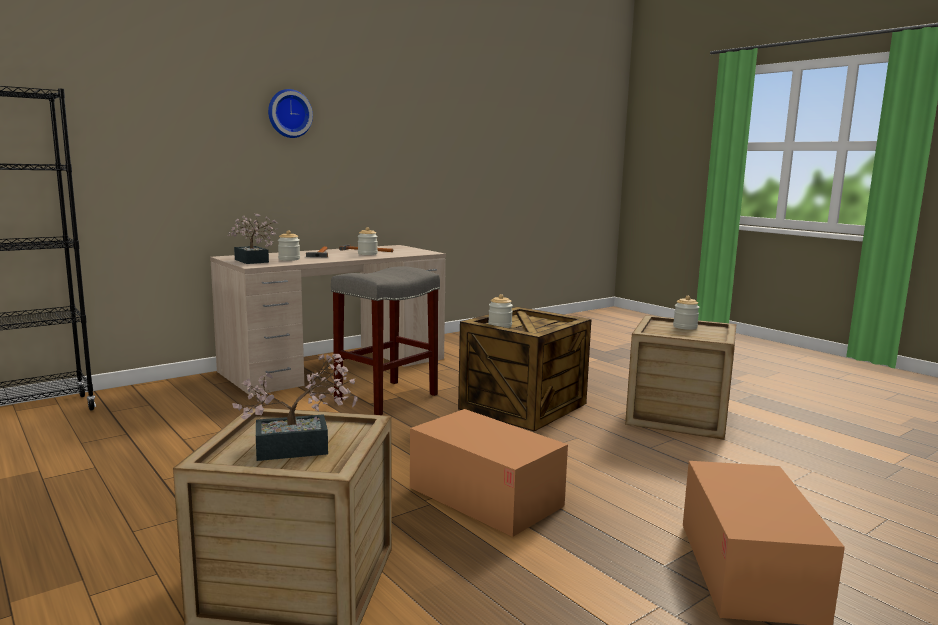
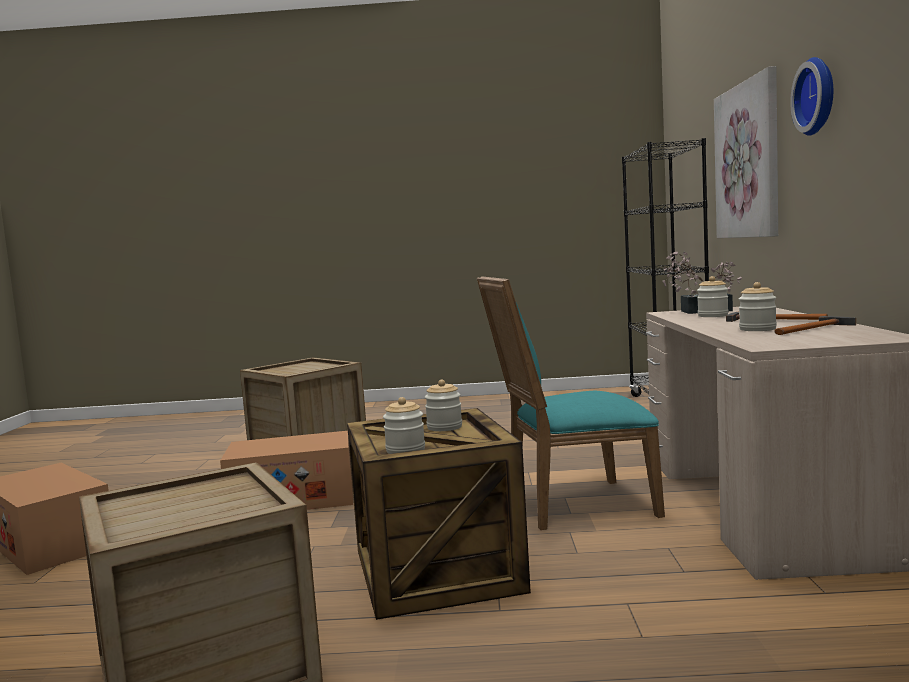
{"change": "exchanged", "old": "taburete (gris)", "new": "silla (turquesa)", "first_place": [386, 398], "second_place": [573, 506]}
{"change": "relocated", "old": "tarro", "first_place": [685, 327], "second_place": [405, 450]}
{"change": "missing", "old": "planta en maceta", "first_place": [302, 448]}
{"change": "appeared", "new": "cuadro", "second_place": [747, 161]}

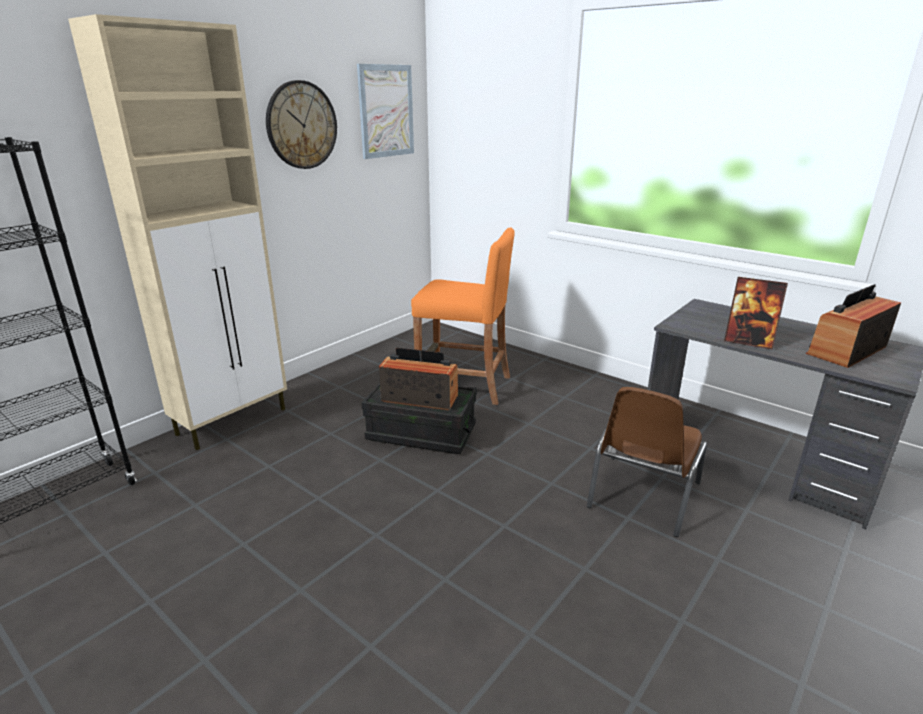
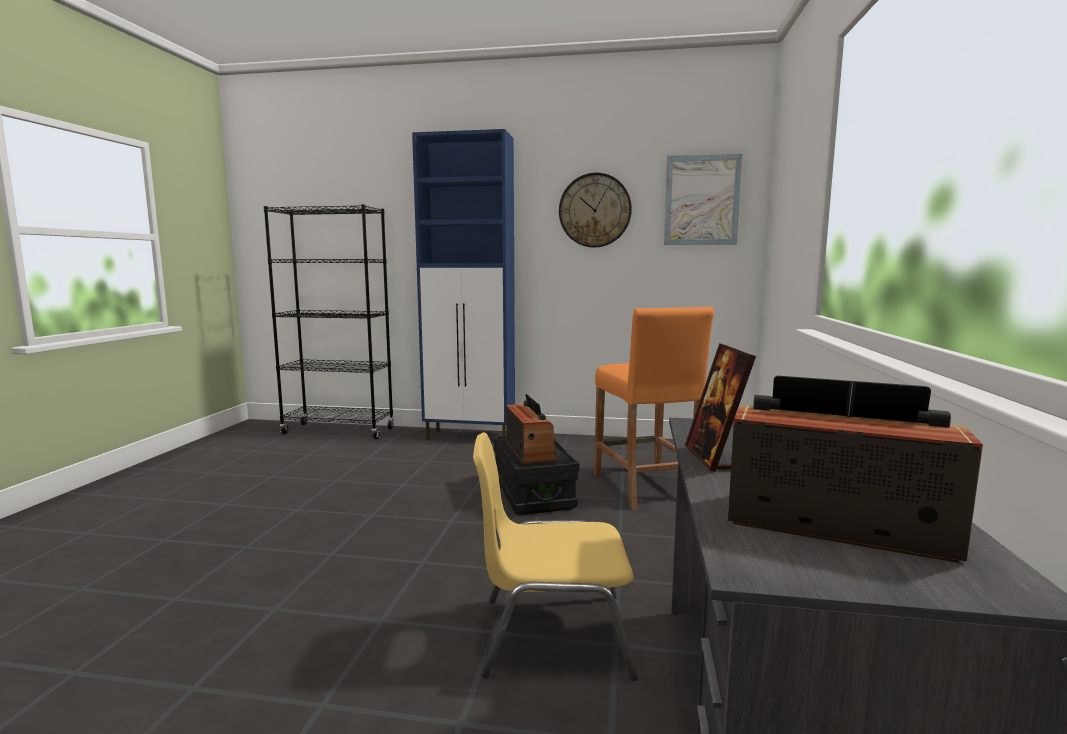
{"change": "colour", "old": "armario (beis)", "new": "armario (azul)", "first_place": [233, 421], "second_place": [471, 437]}
{"change": "colour", "old": "silla (marrón)", "new": "silla (amarillo)", "first_place": [642, 495], "second_place": [552, 634]}

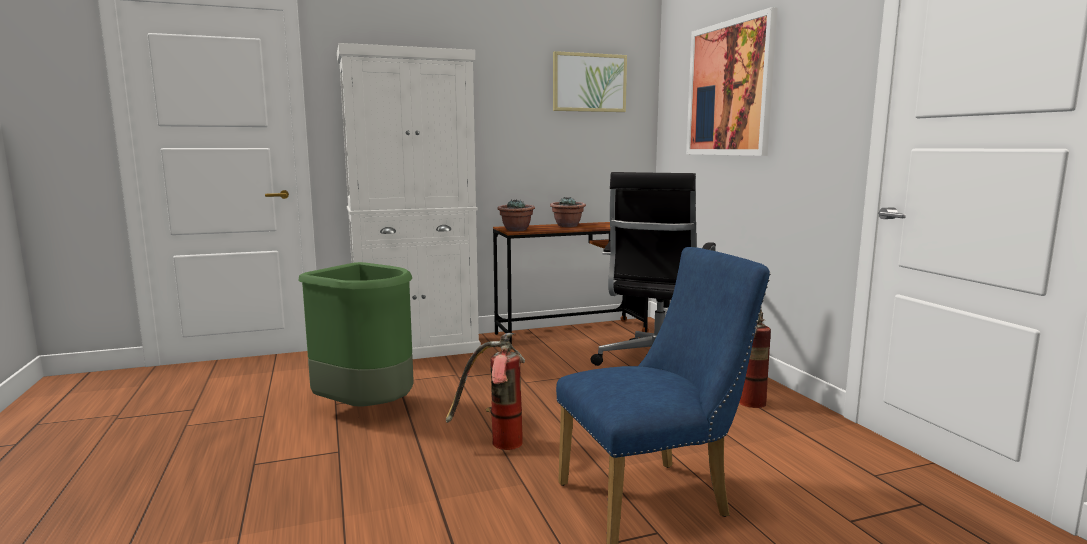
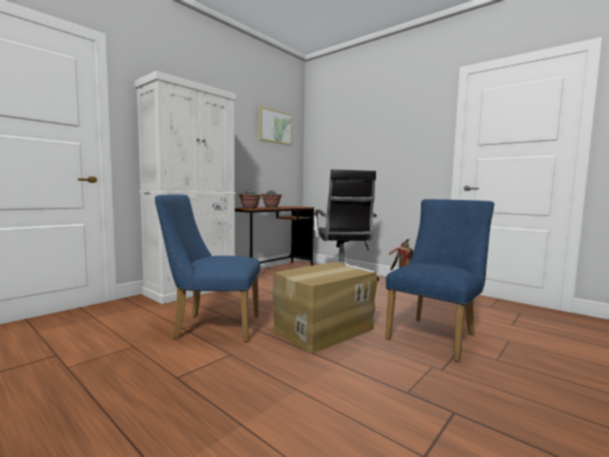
{"change": "missing", "old": "cuadro", "first_place": [729, 89]}
{"change": "exchanged", "old": "papelera (verde)", "new": "silla (azul)", "first_place": [367, 409], "second_place": [211, 327]}
{"change": "exchanged", "old": "extintor", "new": "caja de cartón", "first_place": [495, 445], "second_place": [323, 329]}

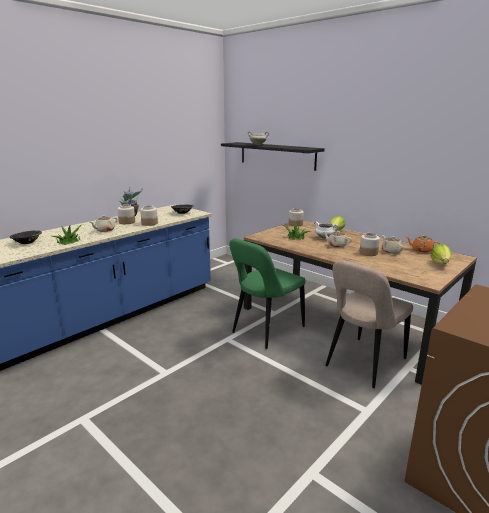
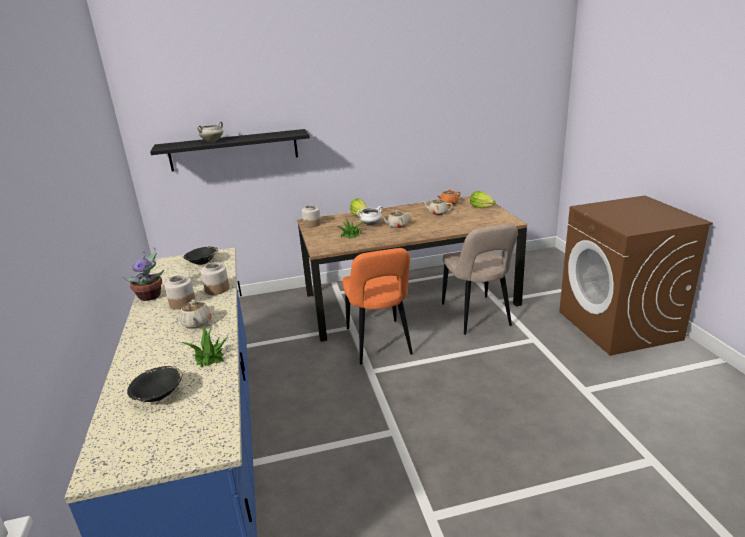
{"change": "missing", "old": "tarro", "first_place": [368, 253]}
{"change": "colour", "old": "silla (verde)", "new": "silla (naranja)", "first_place": [265, 331], "second_place": [379, 343]}

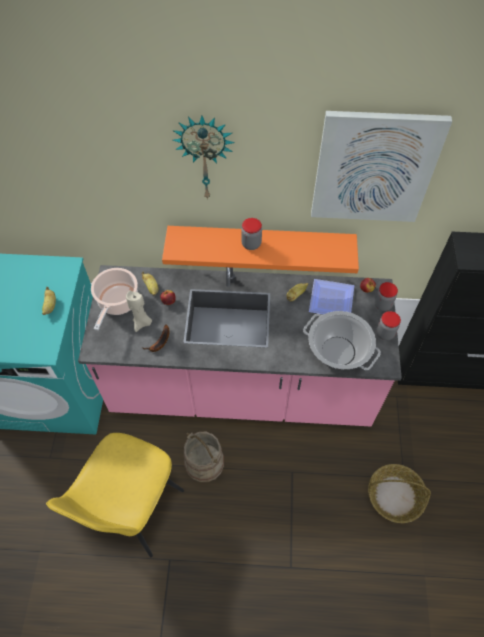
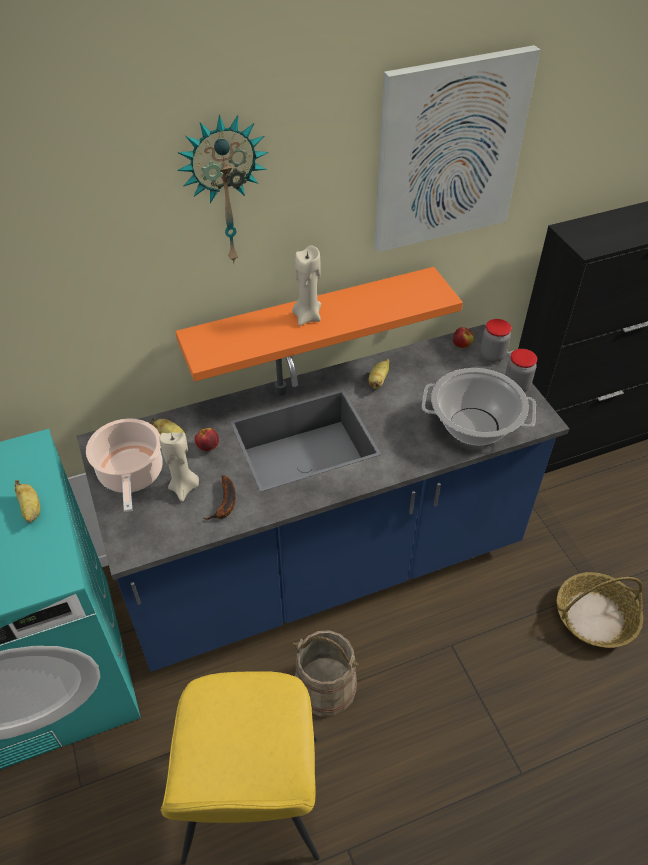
{"change": "exchanged", "old": "tarro", "new": "vela (beis)", "first_place": [251, 244], "second_place": [307, 316]}
{"change": "colour", "old": "mueble bajo de cocina (rosa)", "new": "mueble bajo de cocina (azul)", "first_place": [242, 387], "second_place": [324, 564]}
{"change": "missing", "old": "plato", "first_place": [333, 299]}

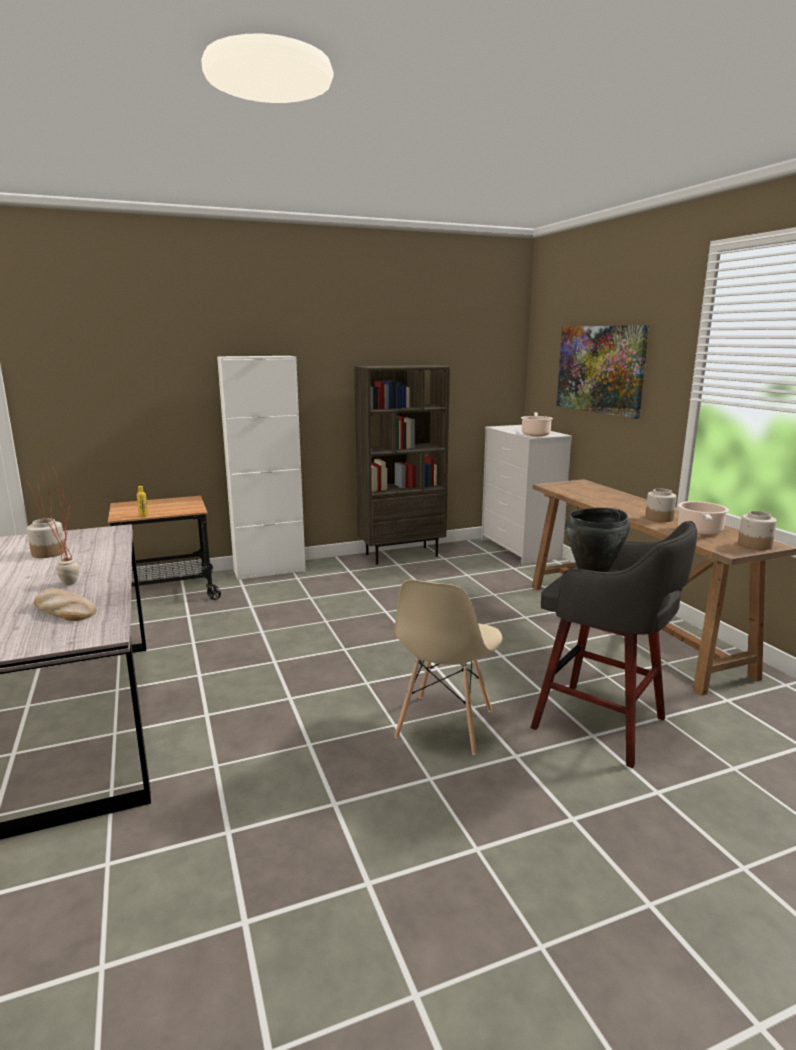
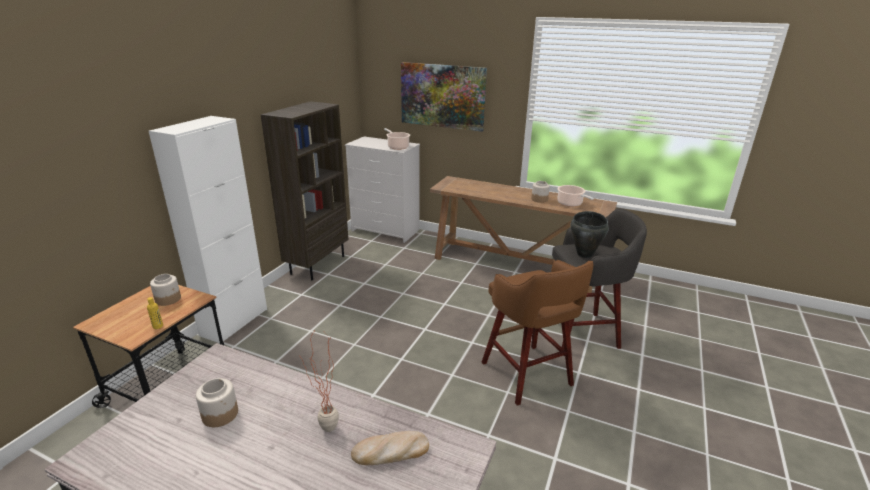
{"change": "relocated", "old": "tarro", "first_place": [755, 545], "second_place": [168, 299]}
{"change": "exchanged", "old": "silla (beis)", "new": "taburete (marrón)", "first_place": [444, 724], "second_place": [528, 375]}

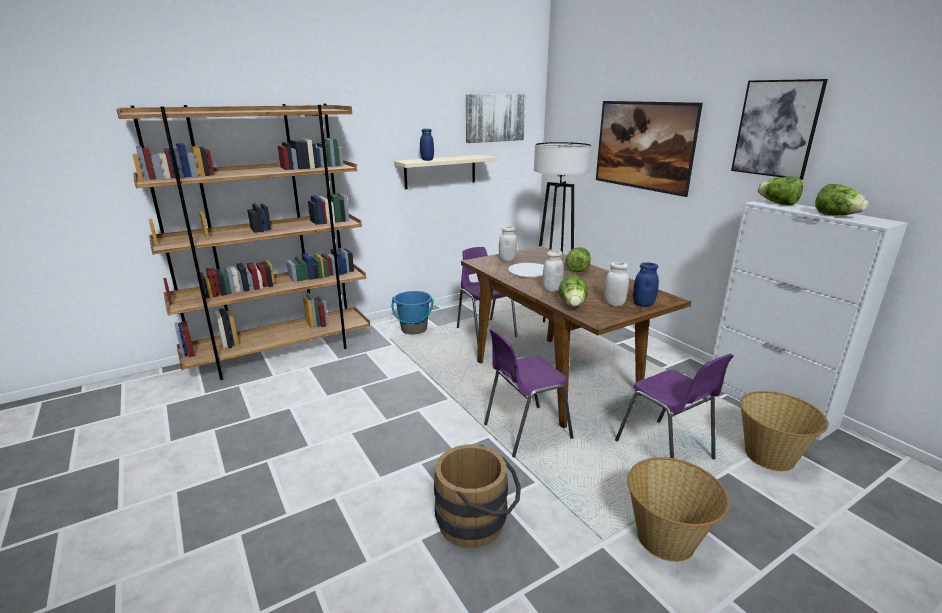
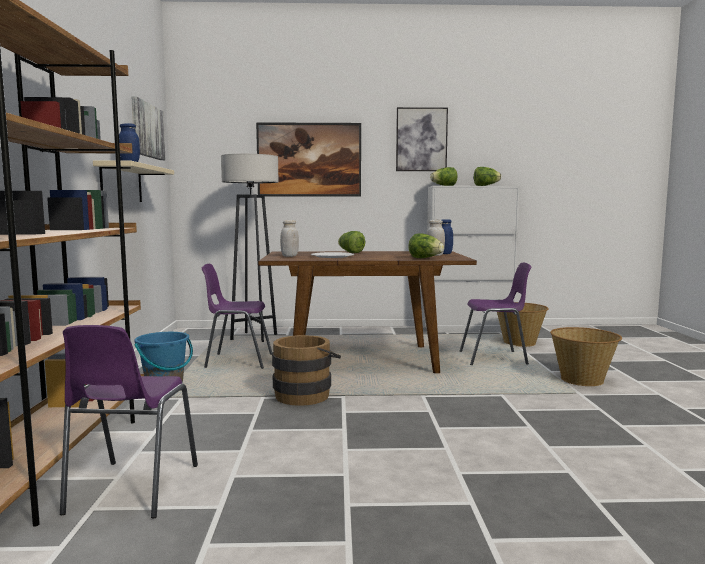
{"change": "missing", "old": "tarro (blanco)", "first_place": [552, 289]}
{"change": "relocated", "old": "silla (morado)", "first_place": [524, 431], "second_place": [130, 490]}
{"change": "relocated", "old": "cubo (marrón)", "first_place": [478, 522], "second_place": [306, 394]}

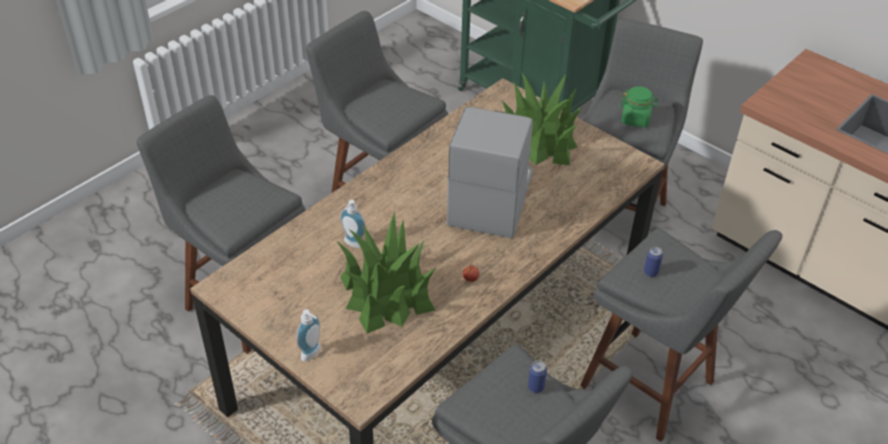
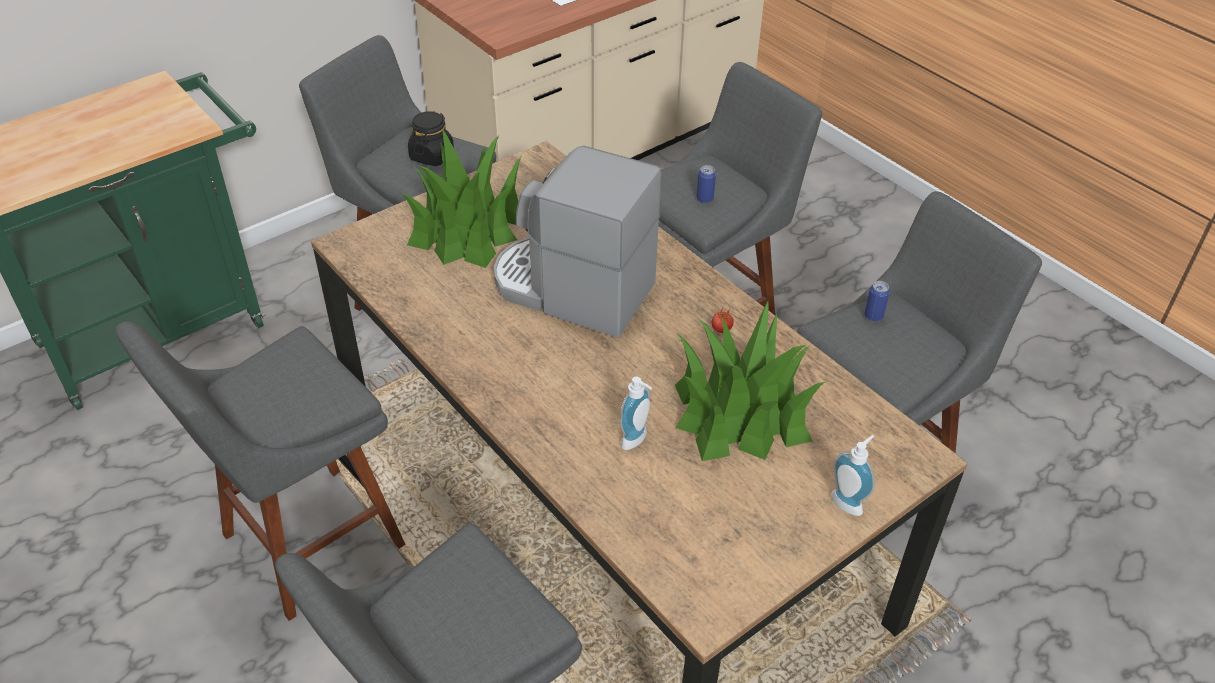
{"change": "colour", "old": "tarro (verde)", "new": "tarro (negro)", "first_place": [635, 119], "second_place": [432, 156]}

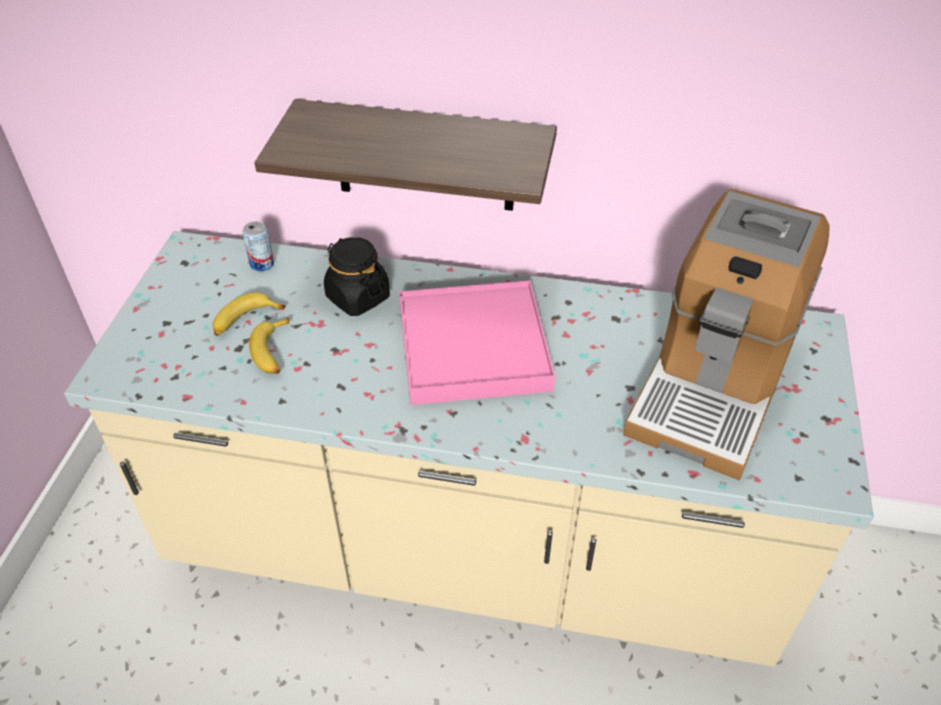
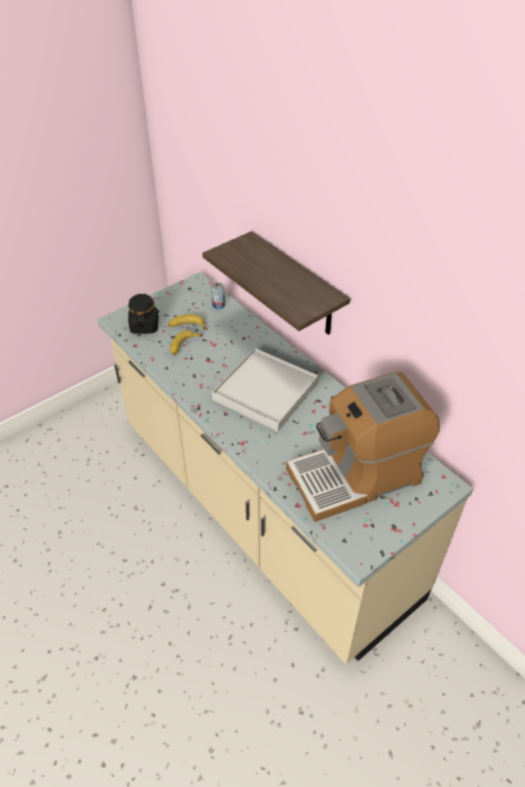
{"change": "relocated", "old": "tarro (negro)", "first_place": [357, 297], "second_place": [144, 326]}
{"change": "colour", "old": "bandeja (rosa)", "new": "bandeja (blanco)", "first_place": [474, 347], "second_place": [265, 392]}

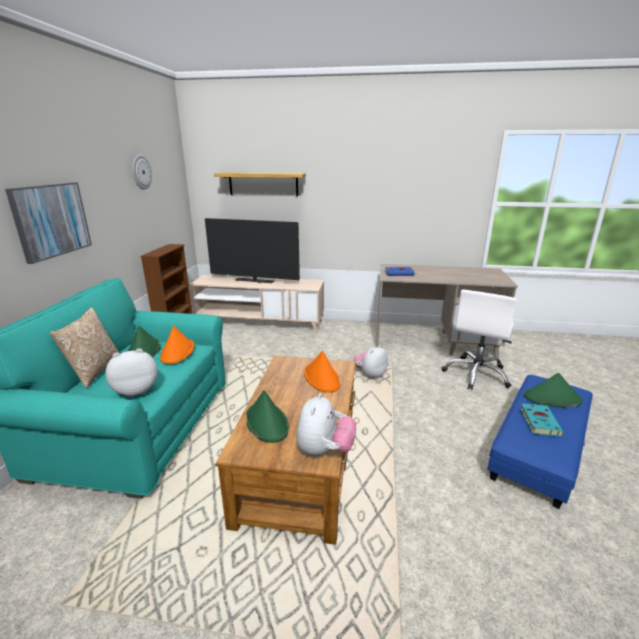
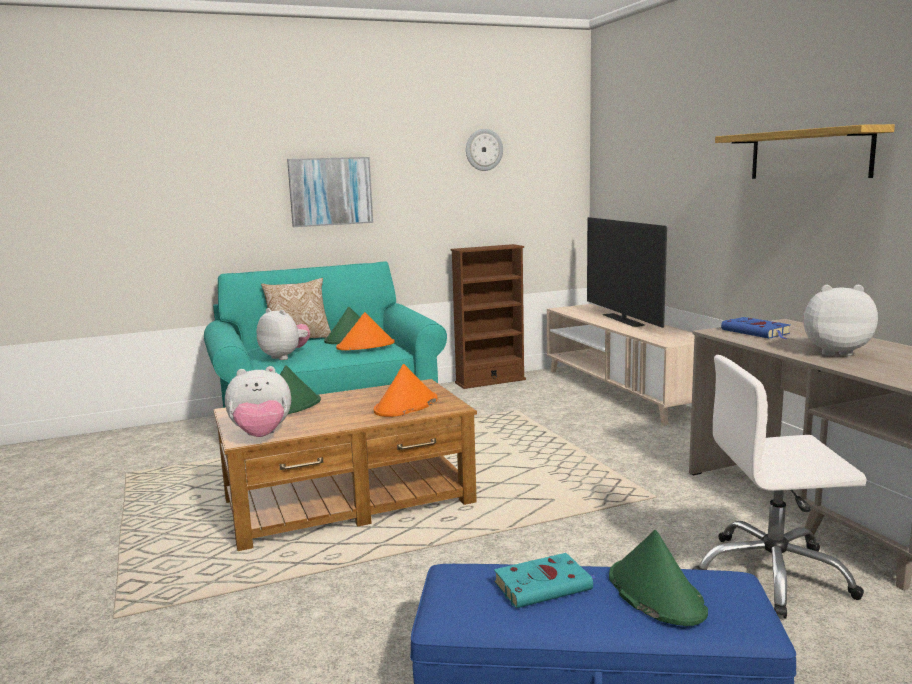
{"change": "relocated", "old": "estante", "first_place": [263, 184], "second_place": [809, 154]}
{"change": "relocated", "old": "peluche", "first_place": [370, 375], "second_place": [834, 352]}

